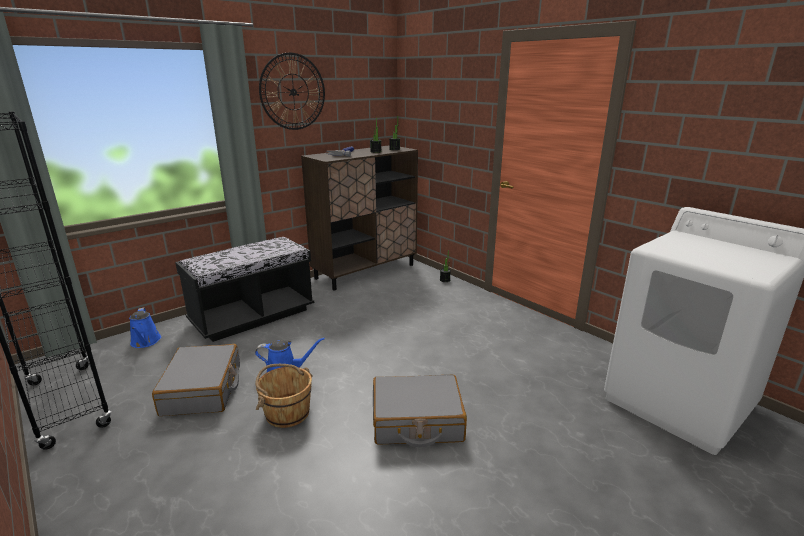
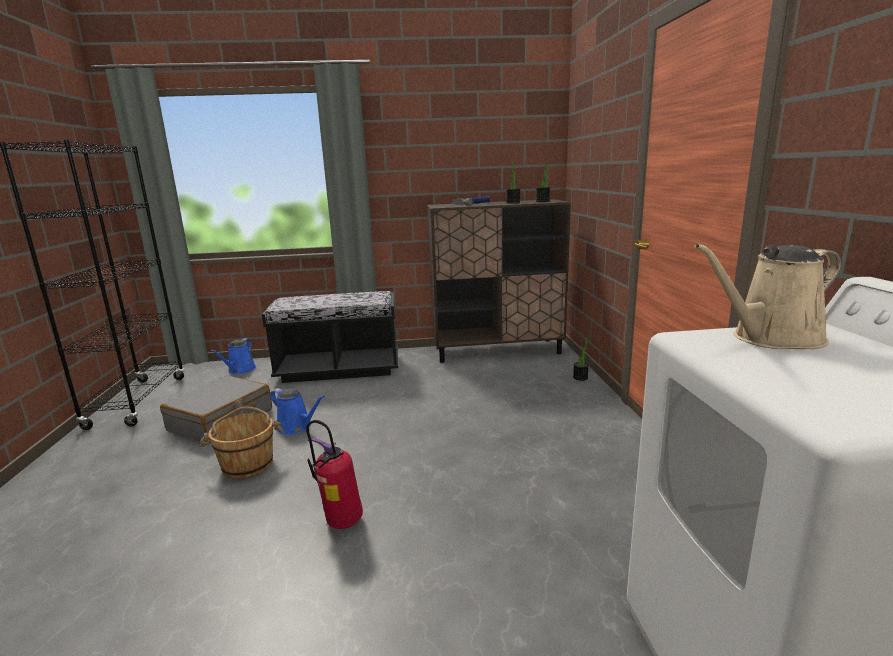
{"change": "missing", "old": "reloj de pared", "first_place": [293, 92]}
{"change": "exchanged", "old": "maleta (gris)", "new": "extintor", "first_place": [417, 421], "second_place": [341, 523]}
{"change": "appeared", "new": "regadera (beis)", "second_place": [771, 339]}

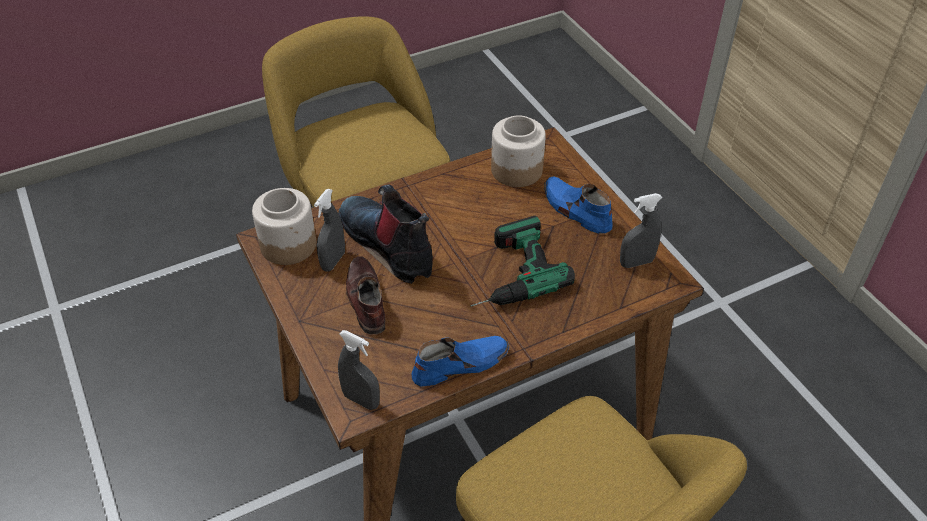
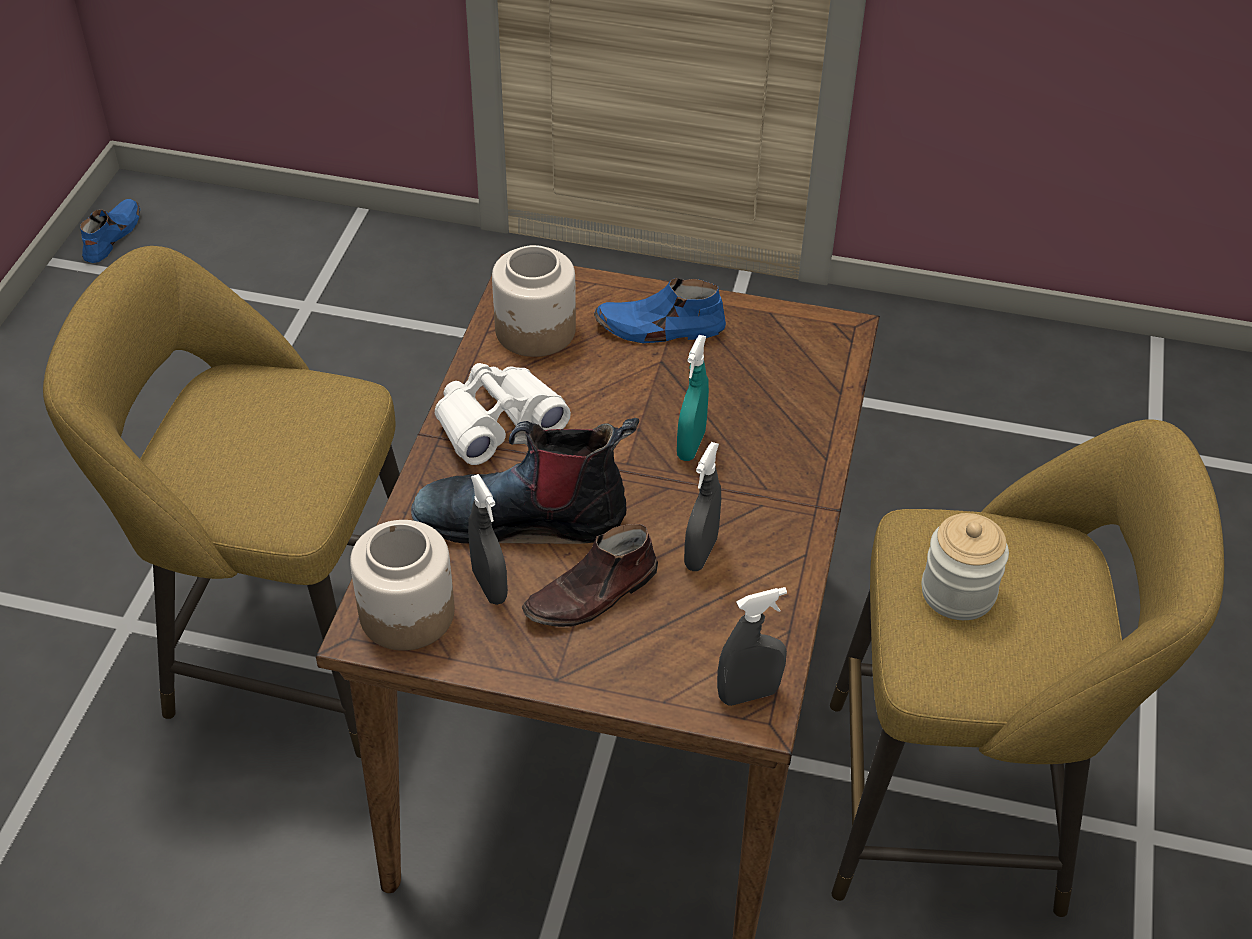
{"change": "relocated", "old": "pulverizador (gris)", "first_place": [636, 262], "second_place": [701, 553]}
{"change": "exchanged", "old": "taladro", "new": "pulverizador (turquesa)", "first_place": [507, 273], "second_place": [691, 445]}
{"change": "spun", "old": "zapato (marrón)", "first_place": [365, 300], "second_place": [592, 595], "degrees": -60}
{"change": "relocated", "old": "zapato (azul)", "first_place": [459, 364], "second_place": [111, 236]}
{"change": "appeared", "new": "prismáticos (blanco)", "second_place": [497, 422]}
{"change": "appeared", "new": "tarro", "second_place": [958, 592]}

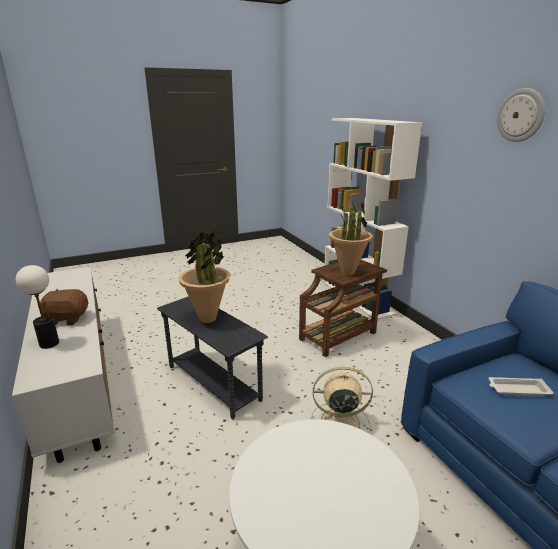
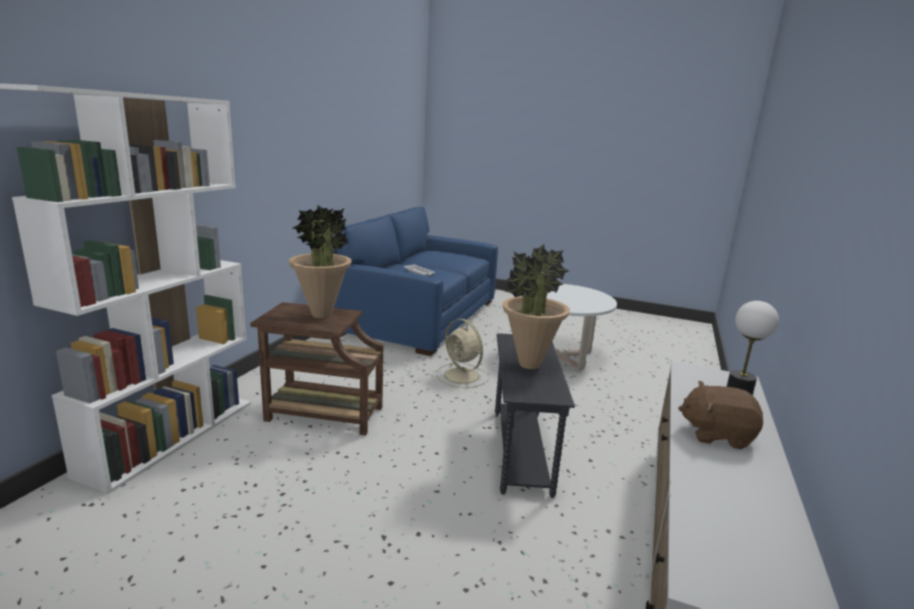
{"change": "missing", "old": "reloj de pared", "first_place": [521, 115]}
{"change": "spun", "old": "peluche (marrón)", "first_place": [67, 319], "second_place": [716, 434], "degrees": 150}

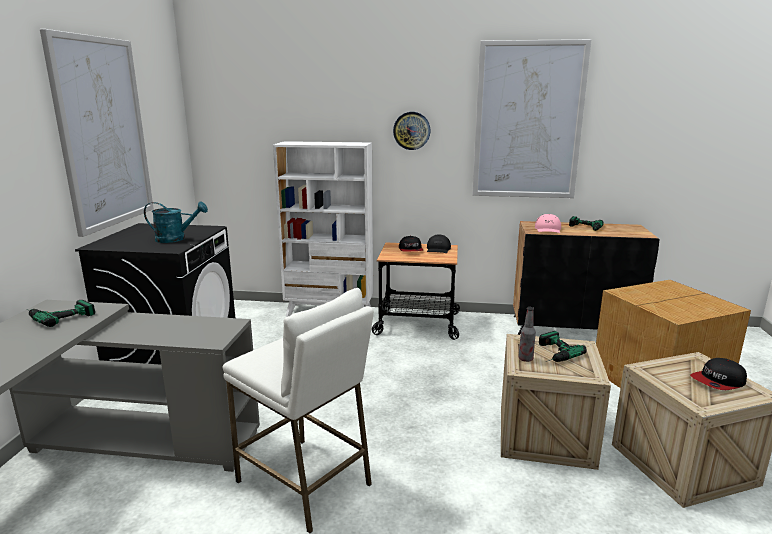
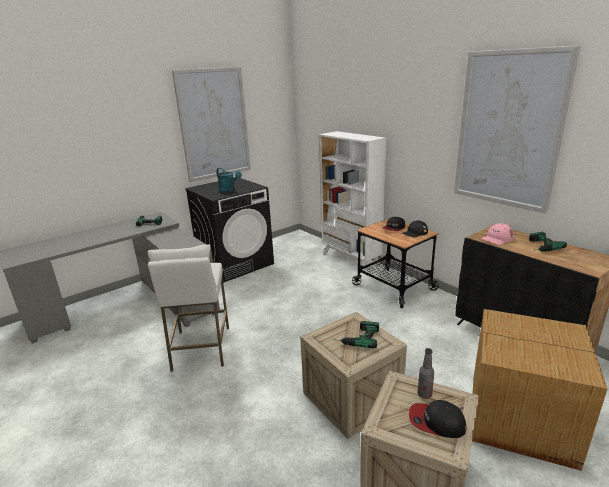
{"change": "missing", "old": "reloj de pared", "first_place": [411, 130]}
{"change": "relocated", "old": "botella", "first_place": [525, 359], "second_place": [424, 394]}

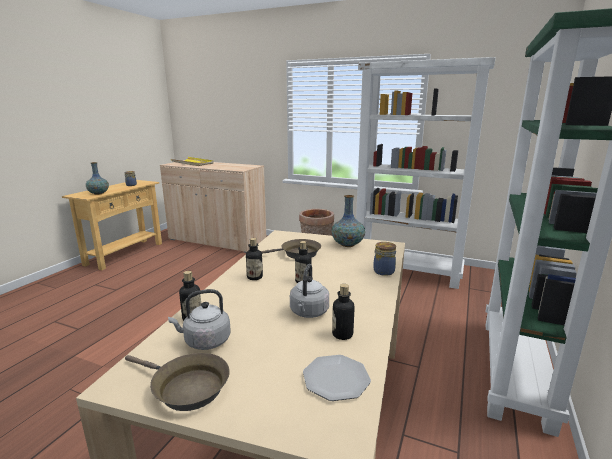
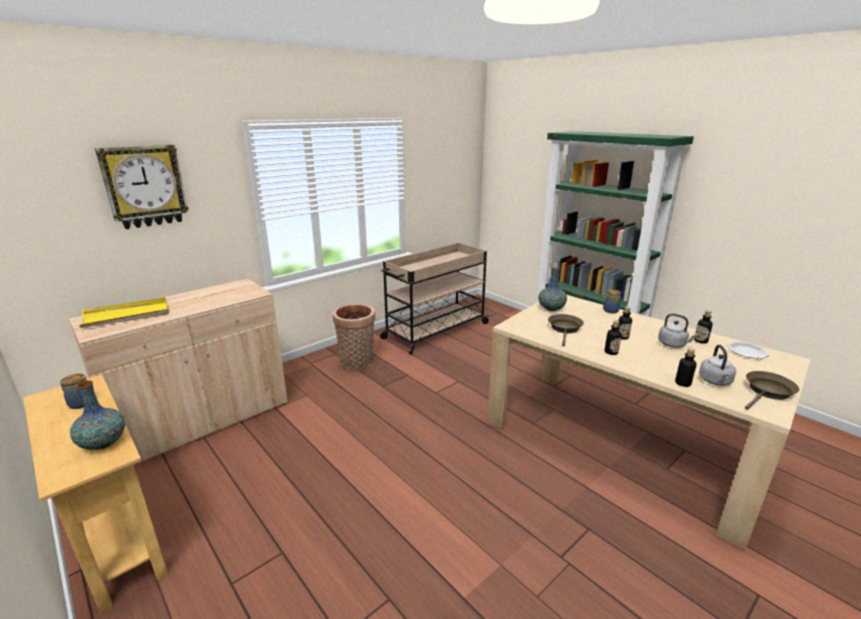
{"change": "exchanged", "old": "estantería (blanco)", "new": "carrito (beis)", "first_place": [407, 272], "second_place": [435, 331]}
{"change": "appeared", "new": "reloj de pared", "second_place": [145, 186]}

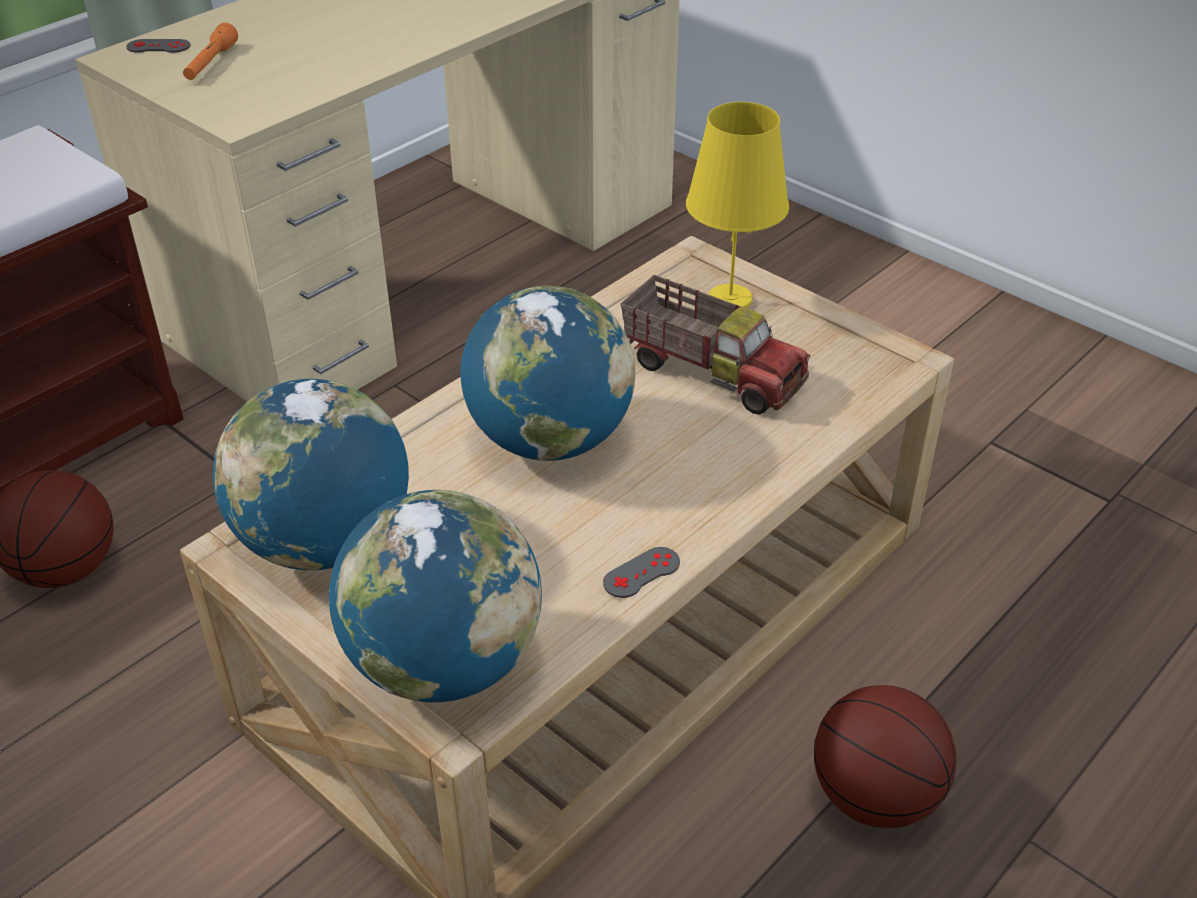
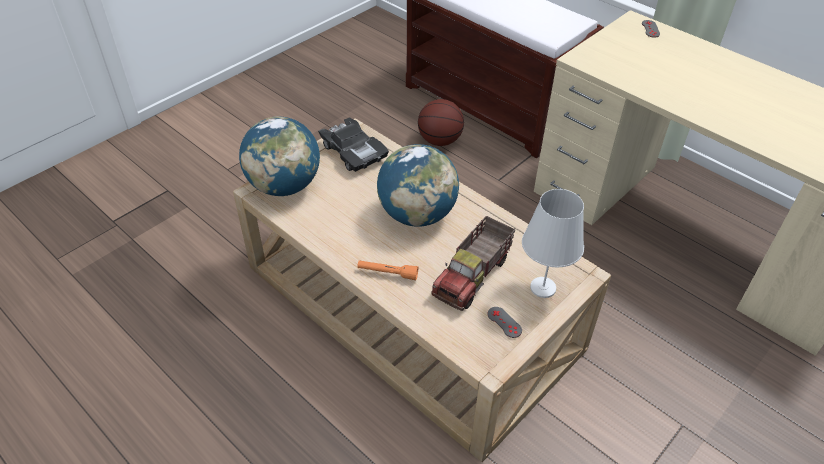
{"change": "relocated", "old": "linterna (naranja)", "first_place": [211, 64], "second_place": [387, 273]}
{"change": "colour", "old": "lámpara de mesa (amarillo)", "new": "lámpara de mesa (blanco)", "first_place": [729, 299], "second_place": [542, 287]}
{"change": "exchanged", "old": "globo terráqueo", "new": "coche de juguete (negro)", "first_place": [325, 543], "second_place": [353, 152]}
{"change": "relocated", "old": "mando de consola (gris)", "first_place": [641, 573], "second_place": [504, 322]}
{"change": "missing", "old": "balón de baloncesto", "first_place": [875, 797]}

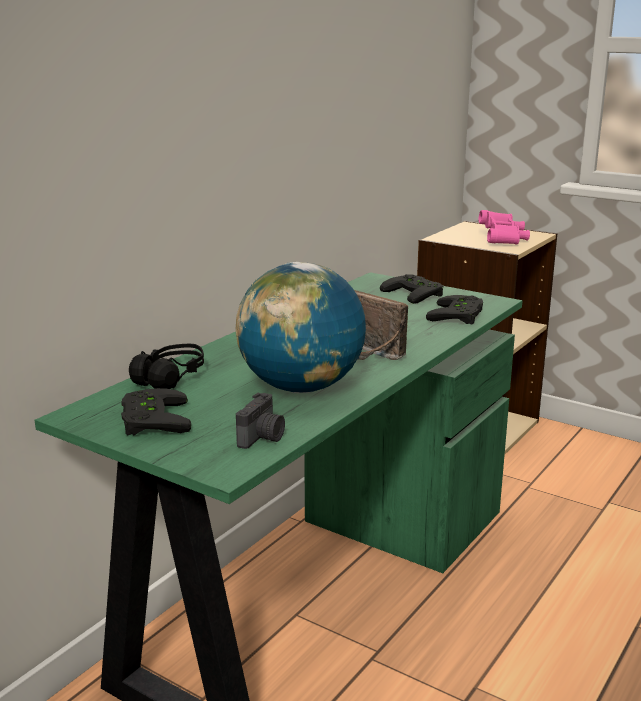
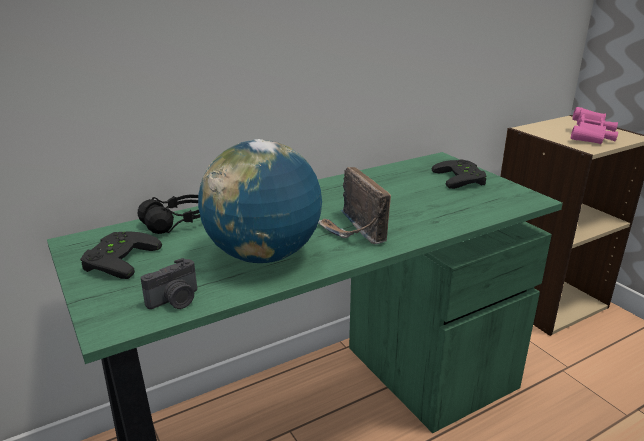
{"change": "missing", "old": "mando de consola (negro)", "first_place": [459, 315]}

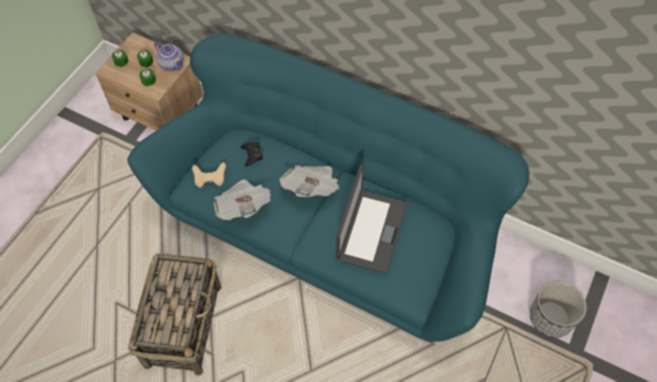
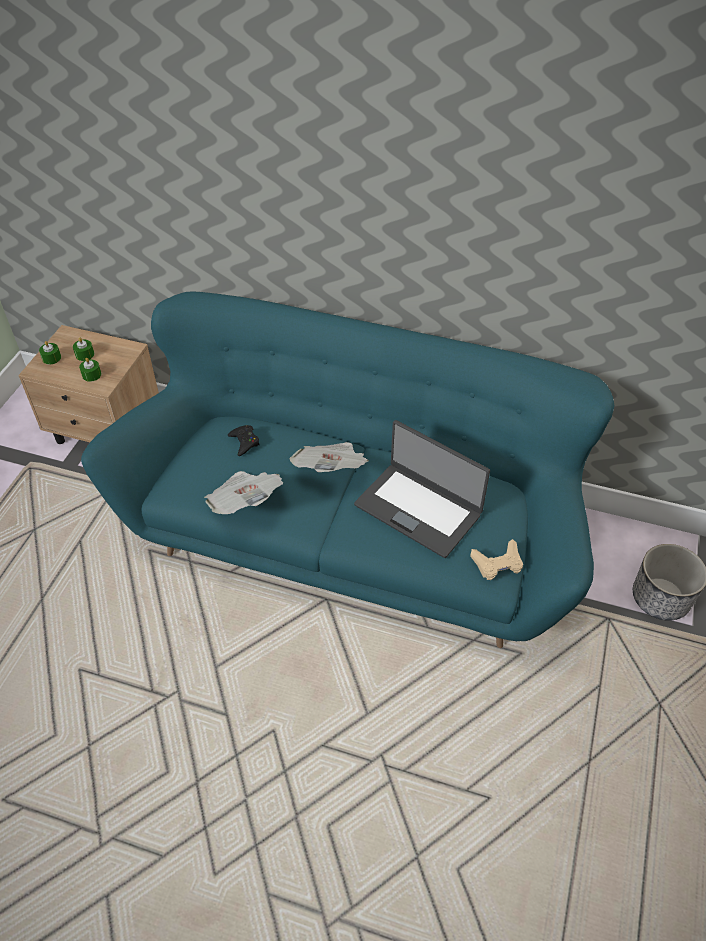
{"change": "missing", "old": "tetera", "first_place": [172, 64]}
{"change": "relocated", "old": "mando de consola (beis)", "first_place": [209, 177], "second_place": [497, 563]}
{"change": "spun", "old": "portátil", "first_place": [370, 231], "second_place": [418, 509], "degrees": 120}
{"change": "missing", "old": "cesta", "first_place": [184, 324]}

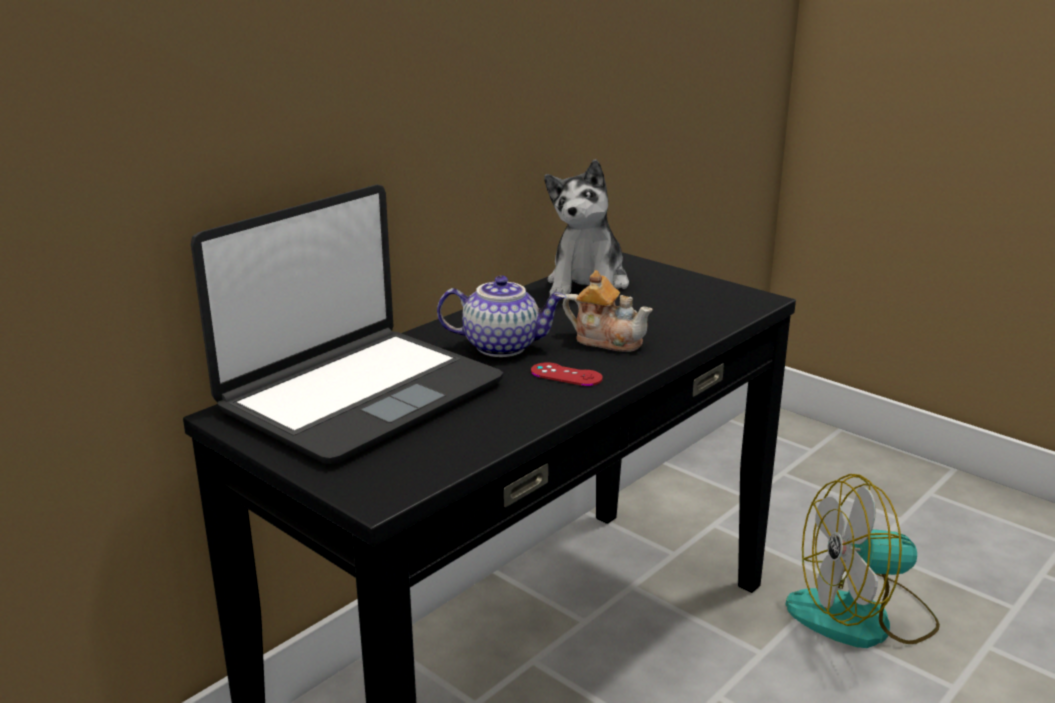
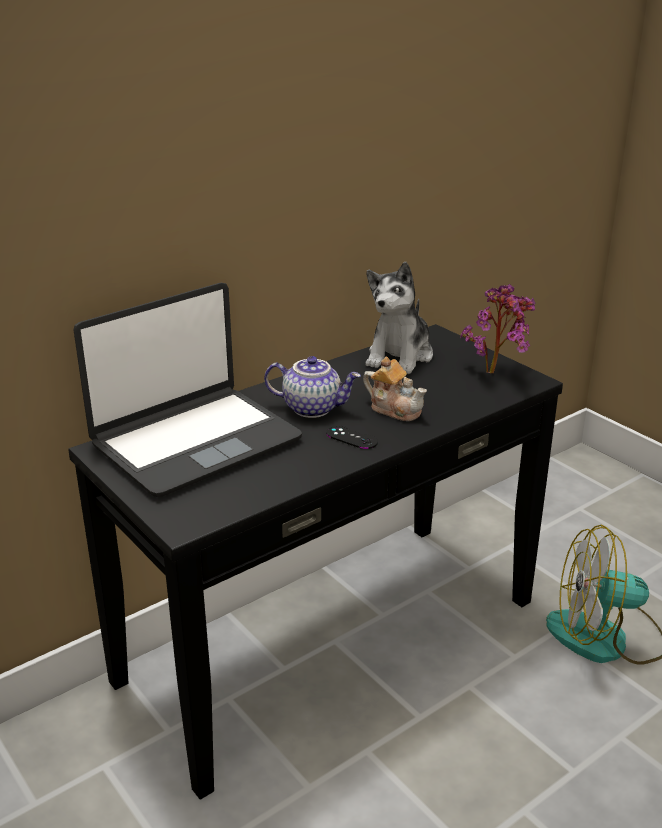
{"change": "colour", "old": "mando de consola (rojo)", "new": "mando de consola (negro)", "first_place": [566, 375], "second_place": [351, 437]}
{"change": "appeared", "new": "planta en maceta", "second_place": [496, 372]}

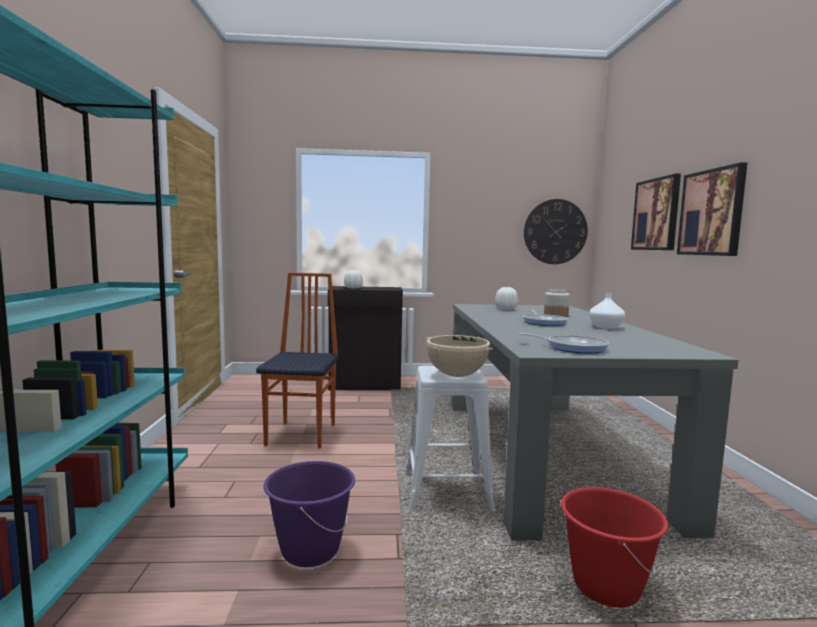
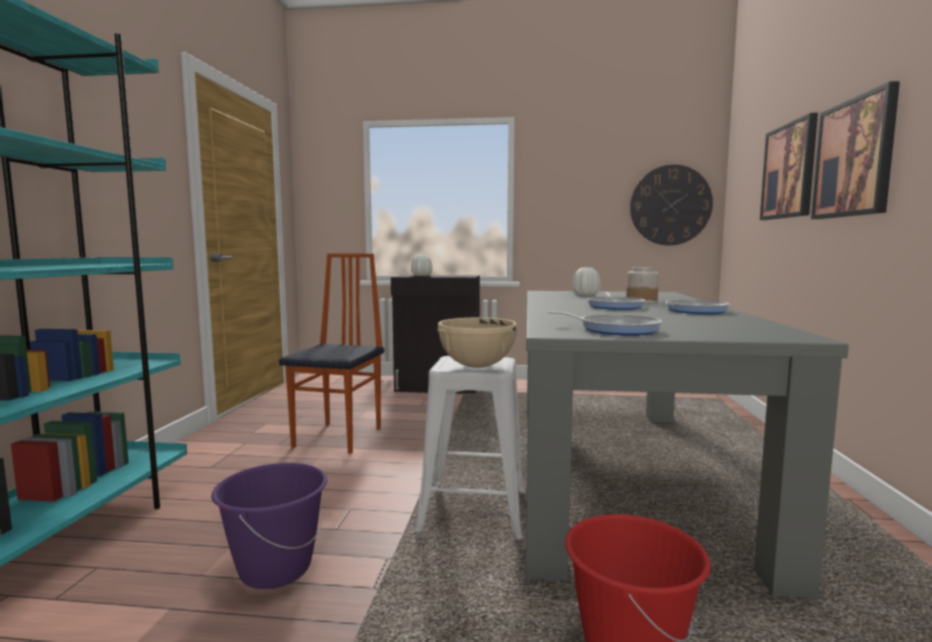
{"change": "exchanged", "old": "florero (blanco)", "new": "sartén", "first_place": [605, 327], "second_place": [692, 310]}

